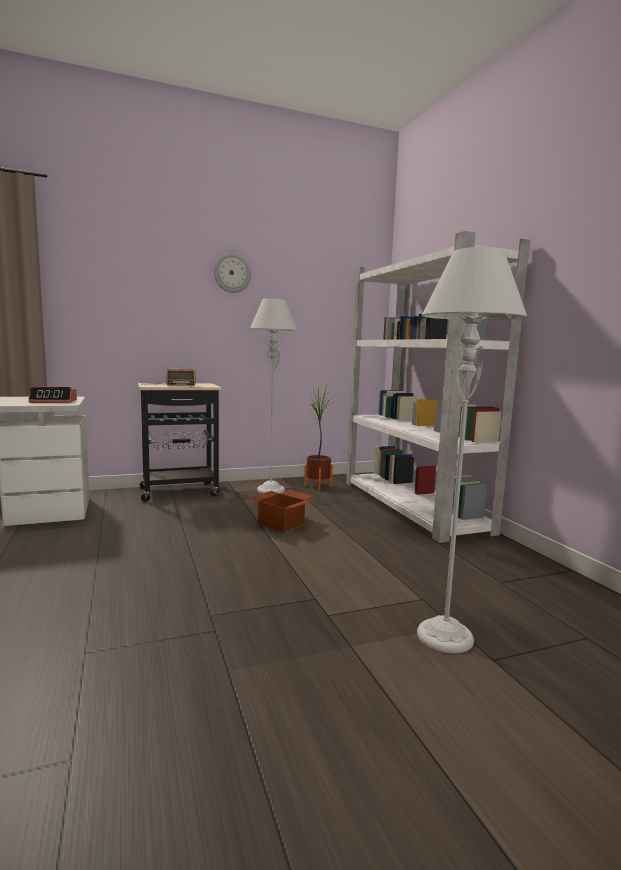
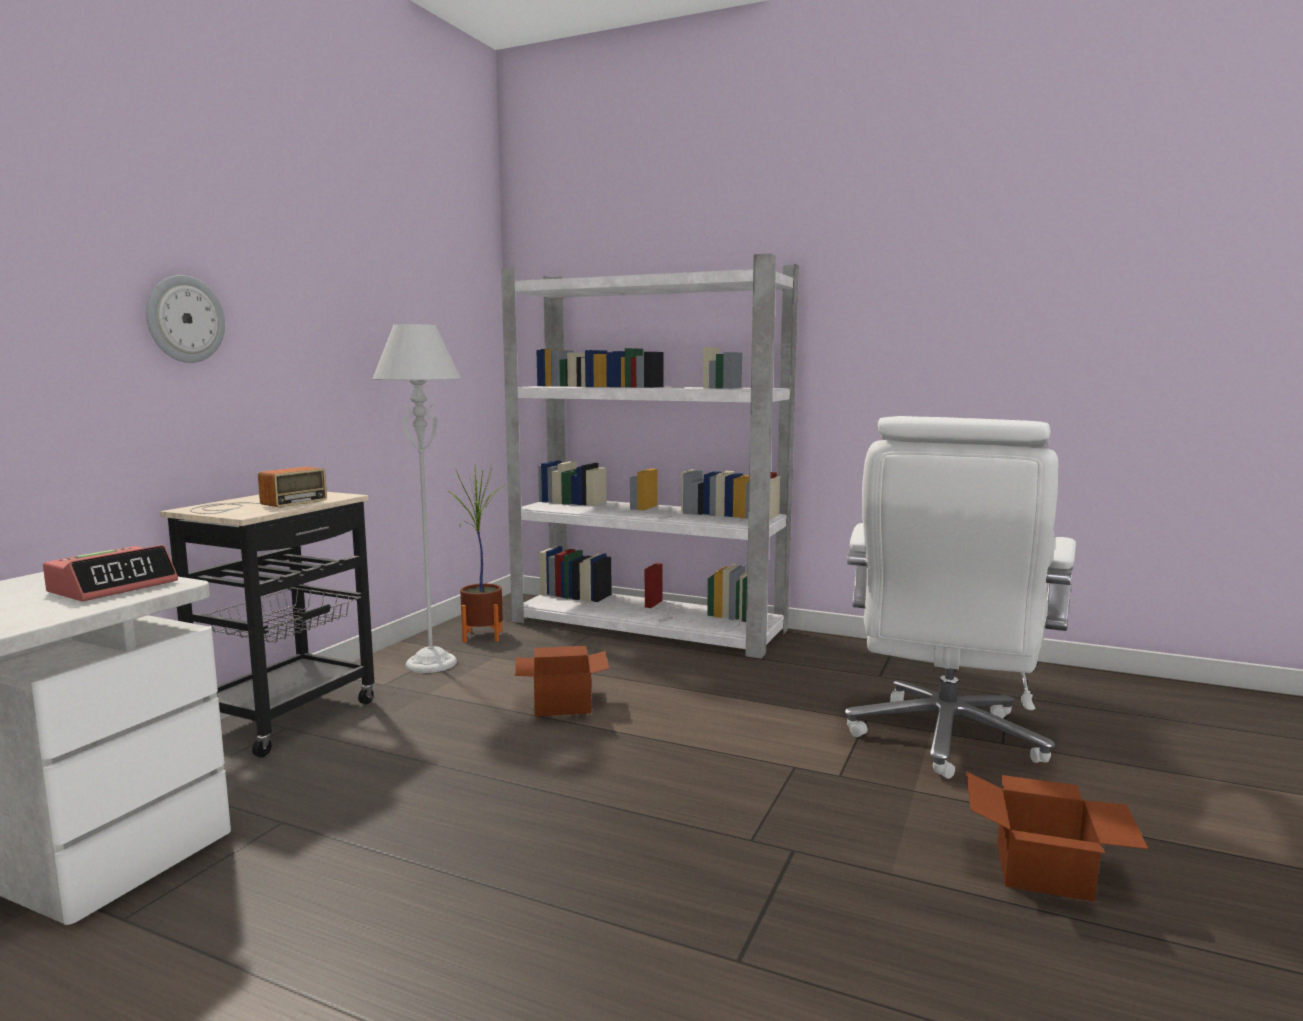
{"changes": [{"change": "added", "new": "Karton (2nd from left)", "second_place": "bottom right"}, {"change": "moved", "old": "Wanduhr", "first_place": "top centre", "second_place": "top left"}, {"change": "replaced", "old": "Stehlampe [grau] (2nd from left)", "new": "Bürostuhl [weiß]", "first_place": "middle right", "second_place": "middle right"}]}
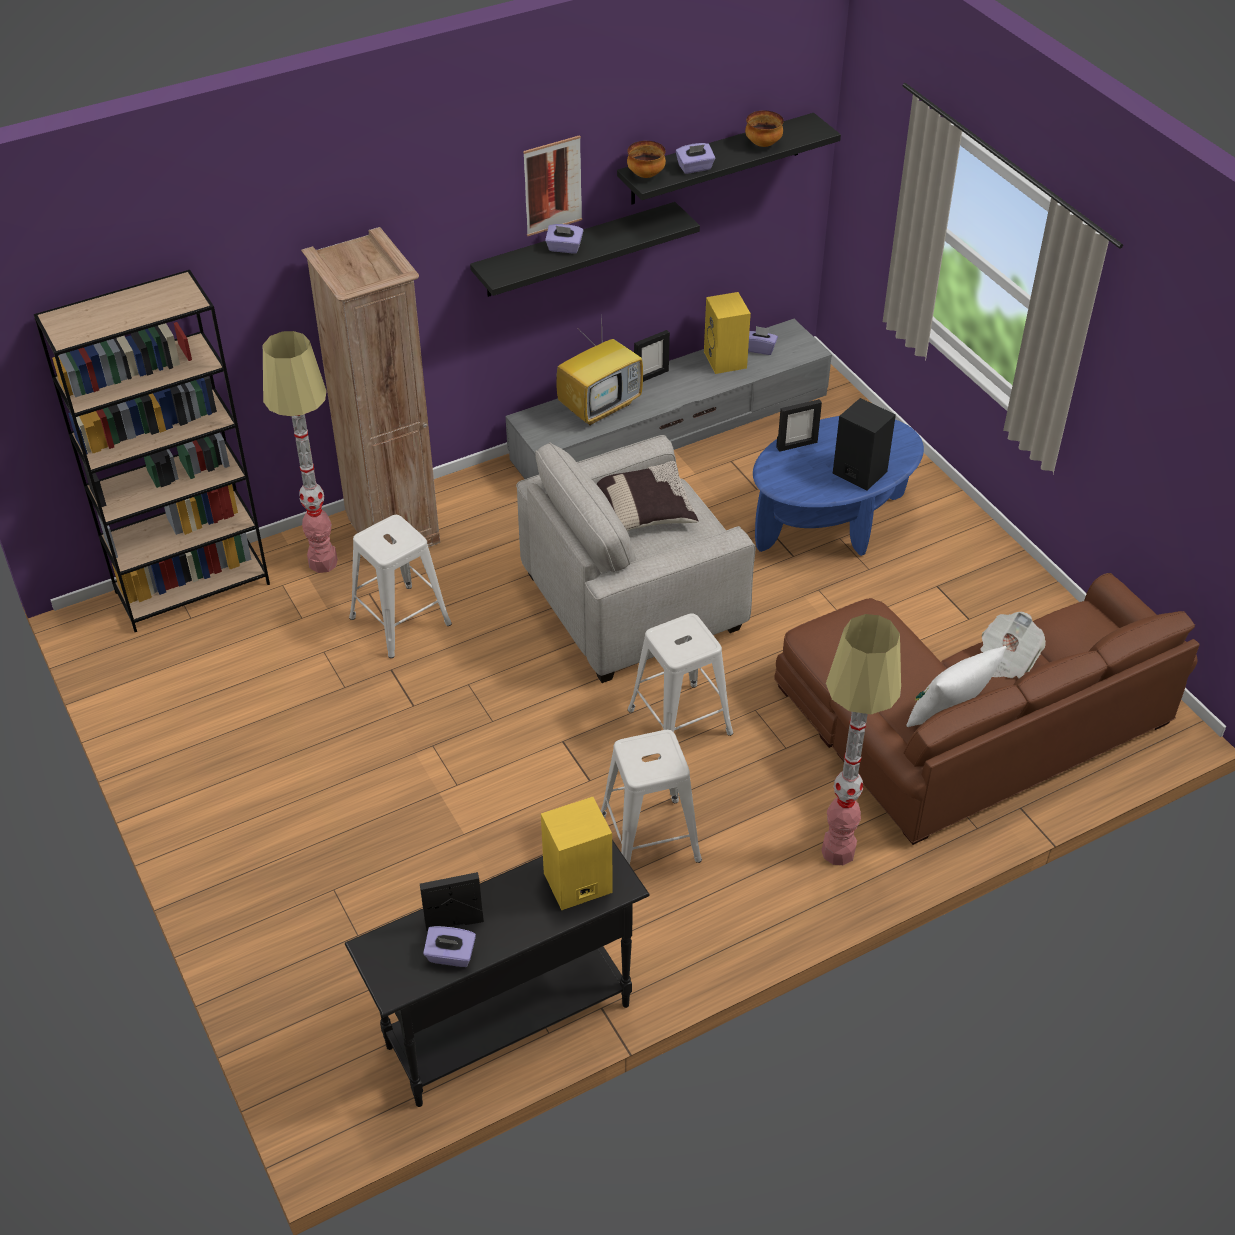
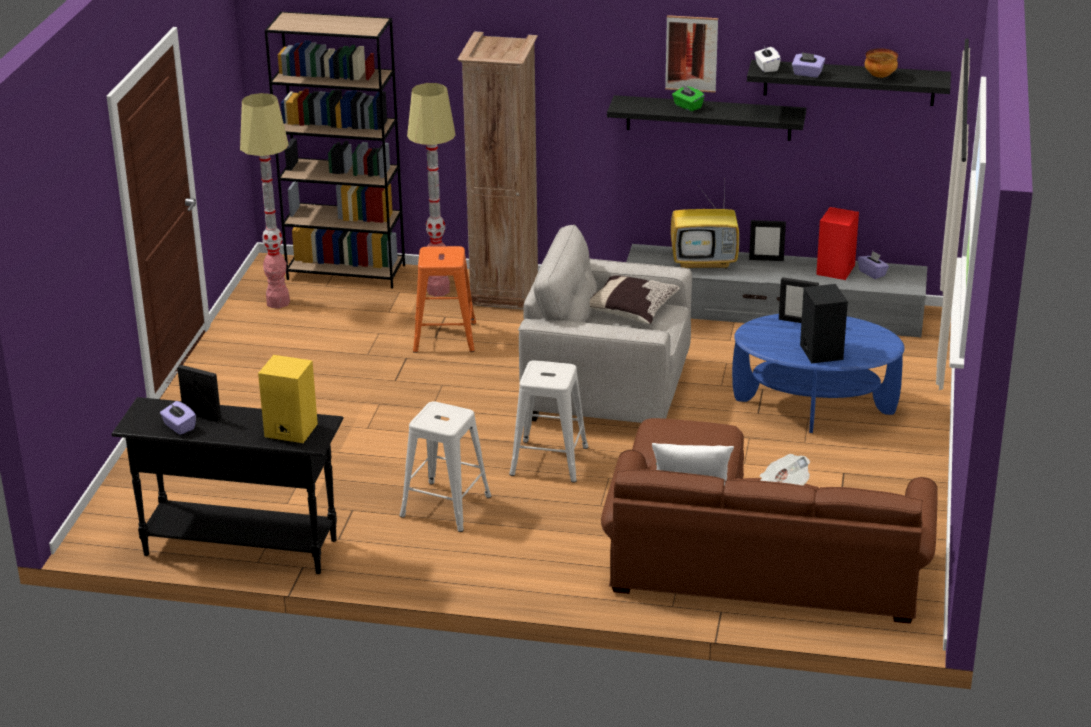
{"changes": [{"change": "moved", "old": "Stehlampe (2nd from left in the first image)", "new": "Stehlampe (1st from left)", "first_place": "middle right", "second_place": "top left"}, {"change": "replaced", "old": "Schüssel (1st from left)", "new": "Taschentuchbox [weiß]", "first_place": "top centre", "second_place": "top right"}, {"change": "recoloured", "old": "Hocker [weiß] (1st from left)", "new": "Hocker [orange]", "first_place": "middle left", "second_place": "centre"}, {"change": "recoloured", "old": "Taschentuchbox [lila] (2nd from left)", "new": "Taschentuchbox [grün]", "first_place": "top centre", "second_place": "top centre"}, {"change": "recoloured", "old": "Lautsprecher [gelb] (2nd from left)", "new": "Lautsprecher [rot]", "first_place": "top centre", "second_place": "middle right"}]}
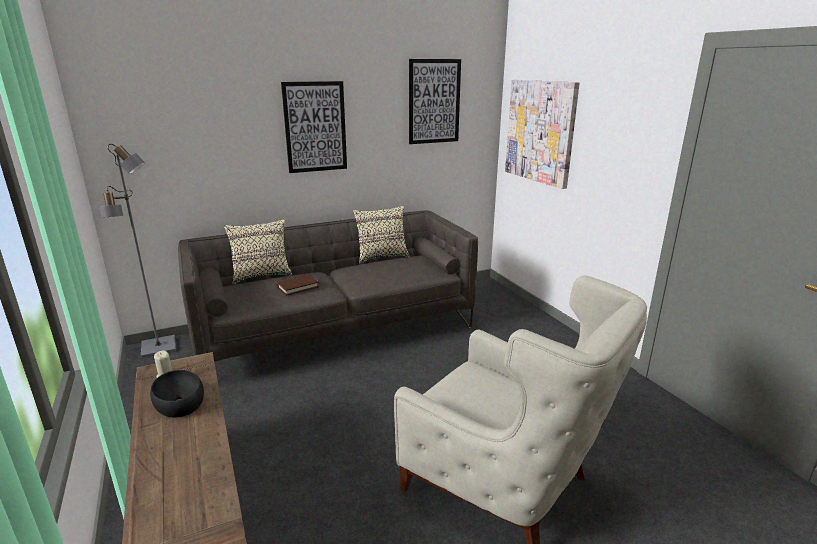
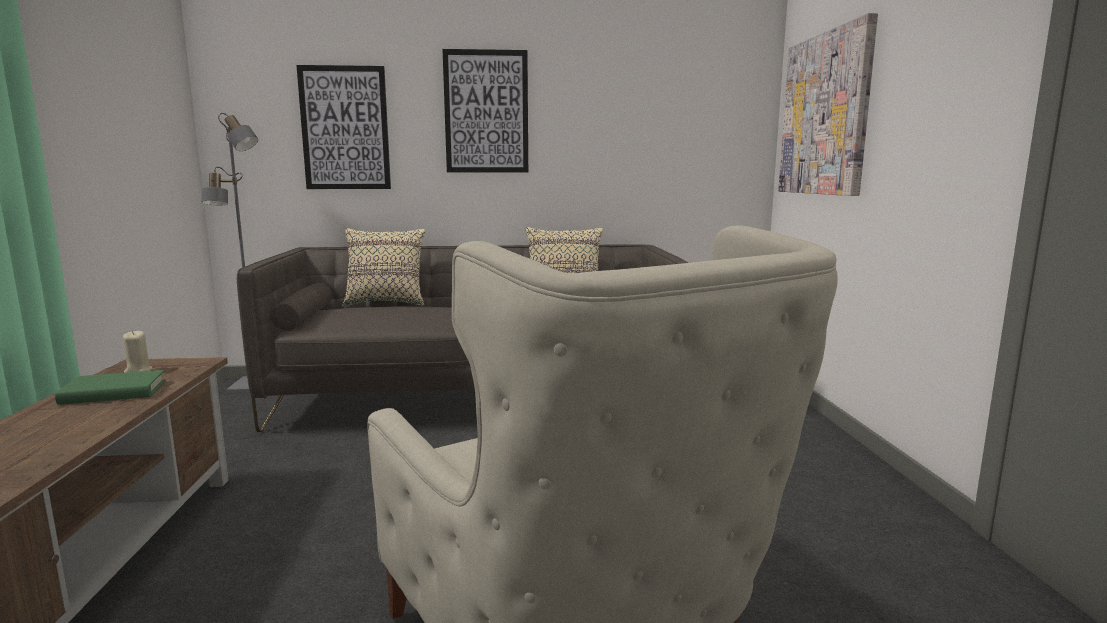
{"changes": [{"change": "removed", "old": "Buch [braun]", "first_place": "centre"}, {"change": "moved", "old": "Bild (2nd from left in the first image)", "new": "Bild (1st from left)", "first_place": "top centre", "second_place": "top left"}, {"change": "replaced", "old": "Schüssel [schwarz]", "new": "Buch [grün]", "first_place": "bottom left", "second_place": "middle left"}]}
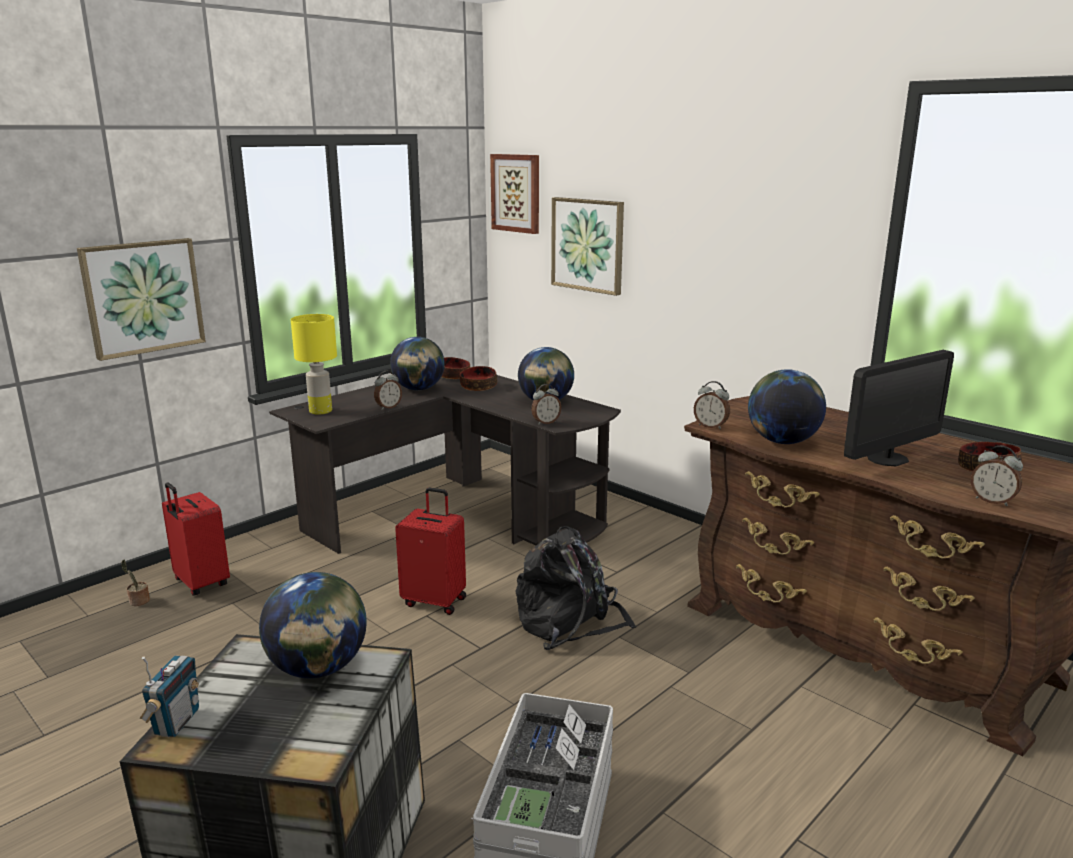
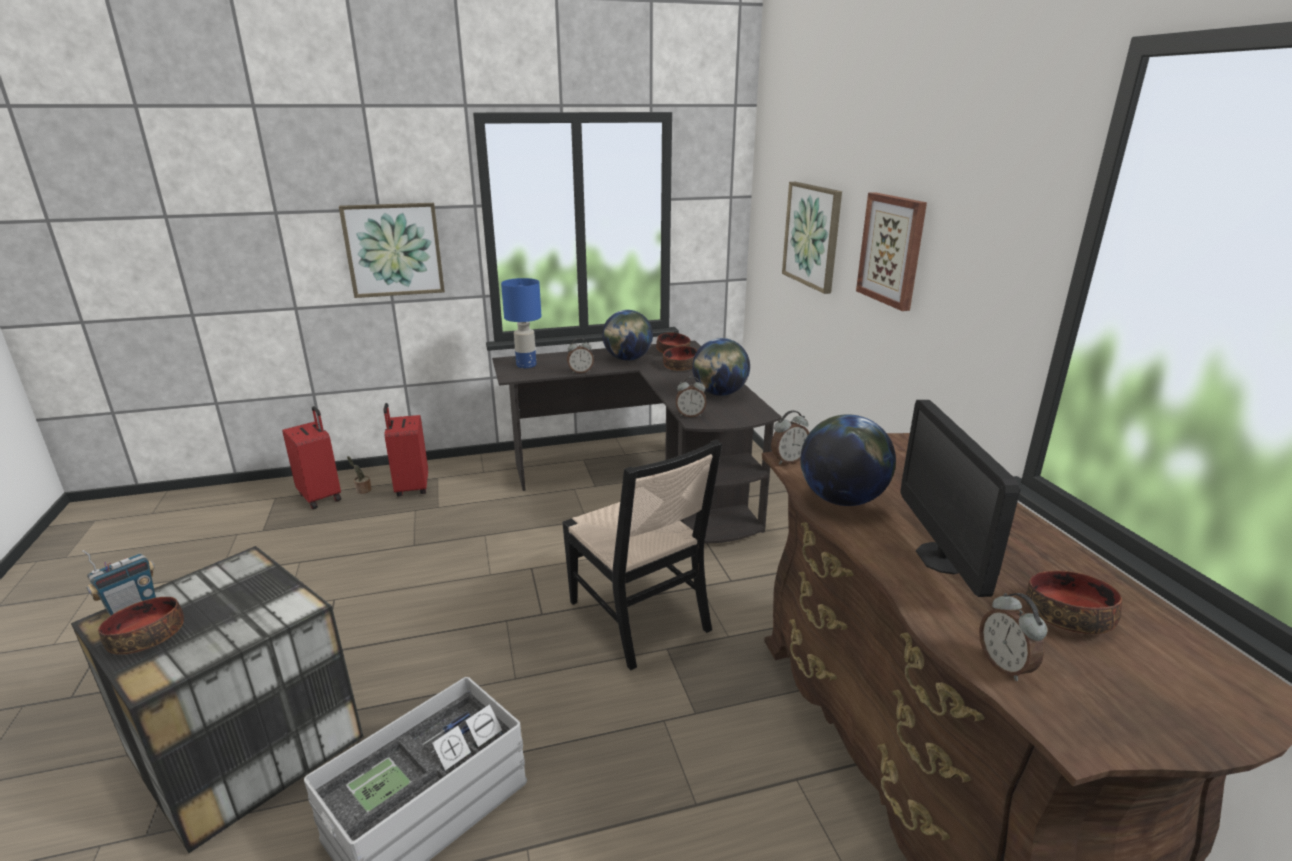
{"changes": [{"change": "removed", "old": "Globus (1st from left)", "first_place": "bottom left"}, {"change": "added", "new": "Schüssel (1st from left)", "second_place": "bottom left"}, {"change": "moved", "old": "Koffer [rot] (2nd from left in the first image)", "new": "Koffer [rot] (1st from left)", "first_place": "centre", "second_place": "middle left"}, {"change": "moved", "old": "Bild (2nd from left in the first image)", "new": "Bild (3rd from left)", "first_place": "top centre", "second_place": "top right"}, {"change": "replaced", "old": "Rucksack [schwarz]", "new": "Stuhl", "first_place": "bottom centre", "second_place": "centre"}, {"change": "recoloured", "old": "Tischlampe [gelb]", "new": "Tischlampe [blau]", "first_place": "middle left", "second_place": "centre"}, {"change": "turned", "old": "Wecker (3rd from left)", "first_place": "centre", "second_place": "centre", "degrees": -90}, {"change": "turned", "old": "Monitor", "first_place": "middle right", "second_place": "middle right", "degrees": 90}]}
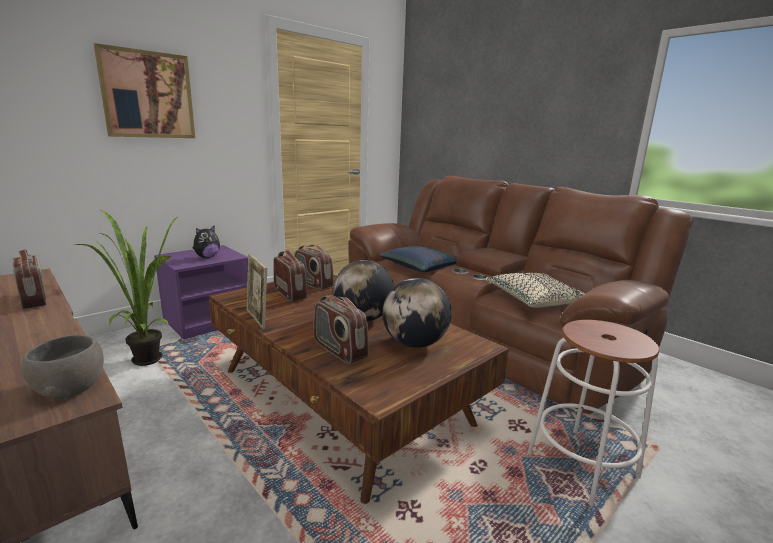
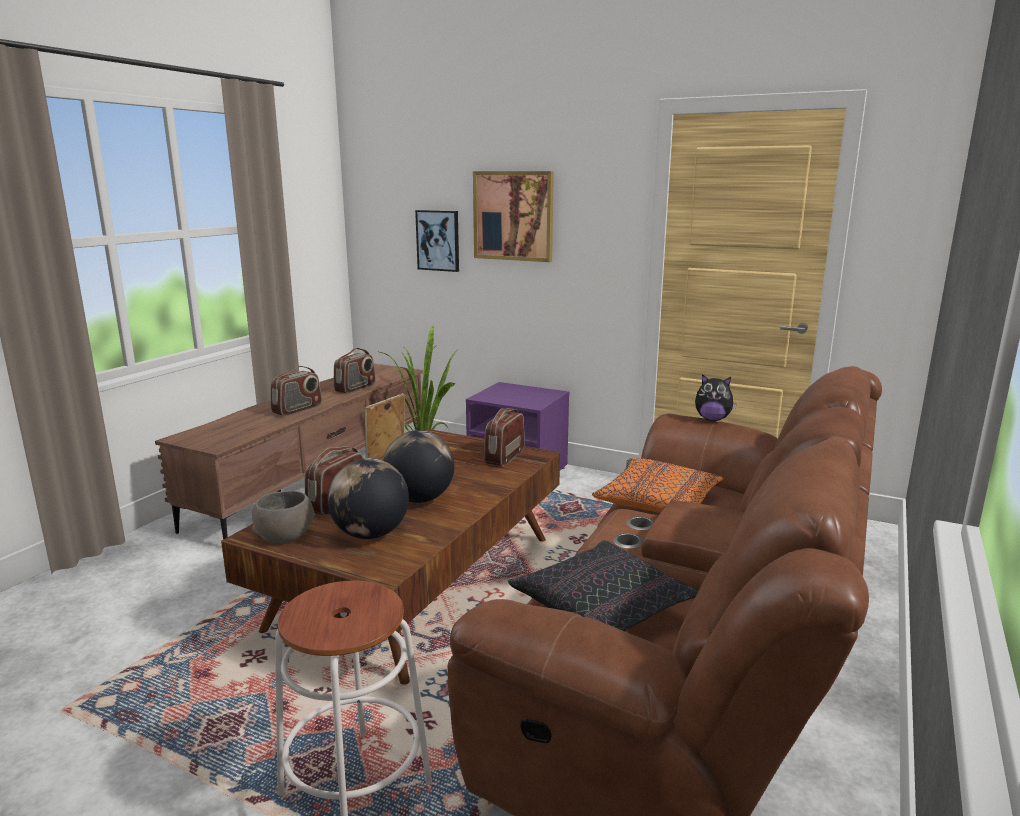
{"changes": [{"change": "added", "new": "Bild (1st from left)", "second_place": "top centre"}, {"change": "moved", "old": "Schüssel [grau]", "first_place": "bottom left", "second_place": "middle left"}, {"change": "moved", "old": "Plüschtier", "first_place": "middle left", "second_place": "middle right"}, {"change": "moved", "old": "Radio (2nd from left in the first image)", "new": "Radio (1st from left)", "first_place": "centre", "second_place": "middle left"}, {"change": "recoloured", "old": "Kissen [blau]", "new": "Kissen [orange]", "first_place": "centre", "second_place": "centre"}, {"change": "recoloured", "old": "Kissen [beige]", "new": "Kissen [schwarz]", "first_place": "middle right", "second_place": "bottom centre"}]}
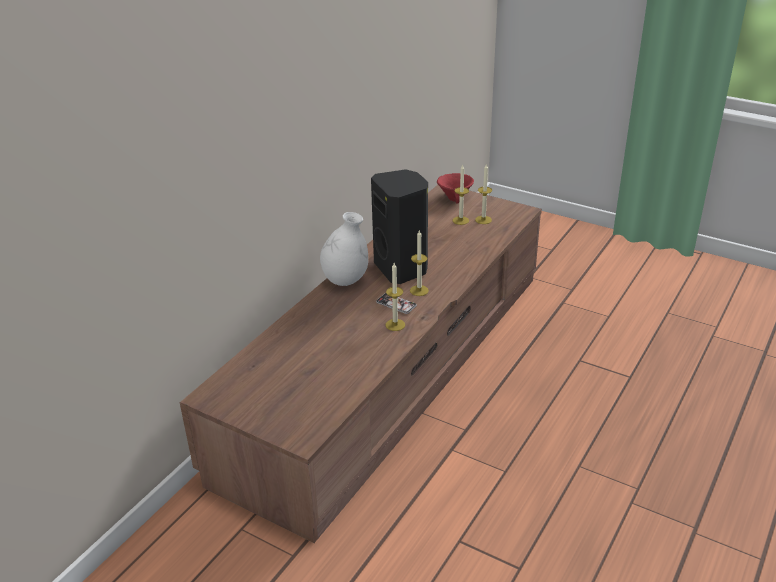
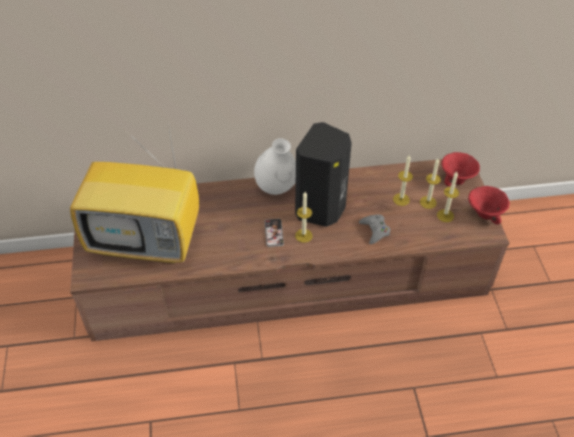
{"changes": [{"change": "added", "new": "Fernseher", "second_place": "middle left"}, {"change": "added", "new": "Gamepad [grau]", "second_place": "centre"}, {"change": "added", "new": "Schüssel [rot] (2nd from left)", "second_place": "middle right"}, {"change": "moved", "old": "Kerze (1st from left in the first image)", "new": "Kerze (2nd from left)", "first_place": "centre", "second_place": "middle right"}]}
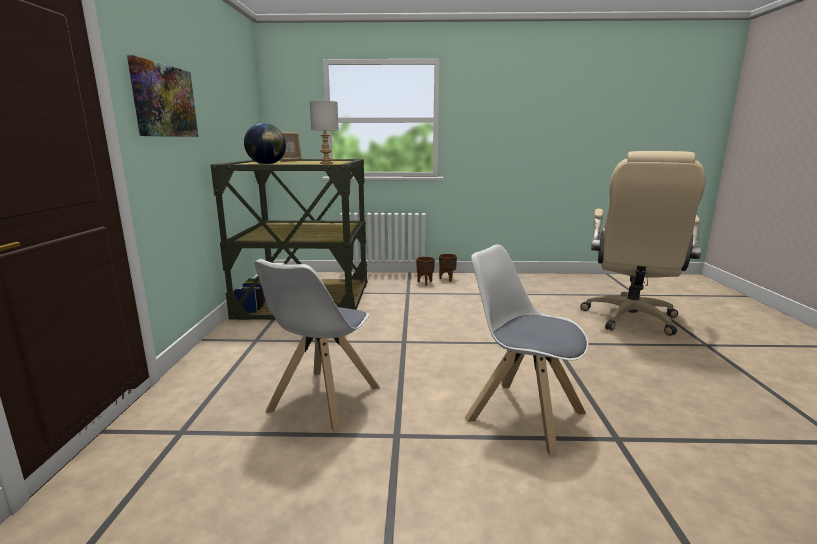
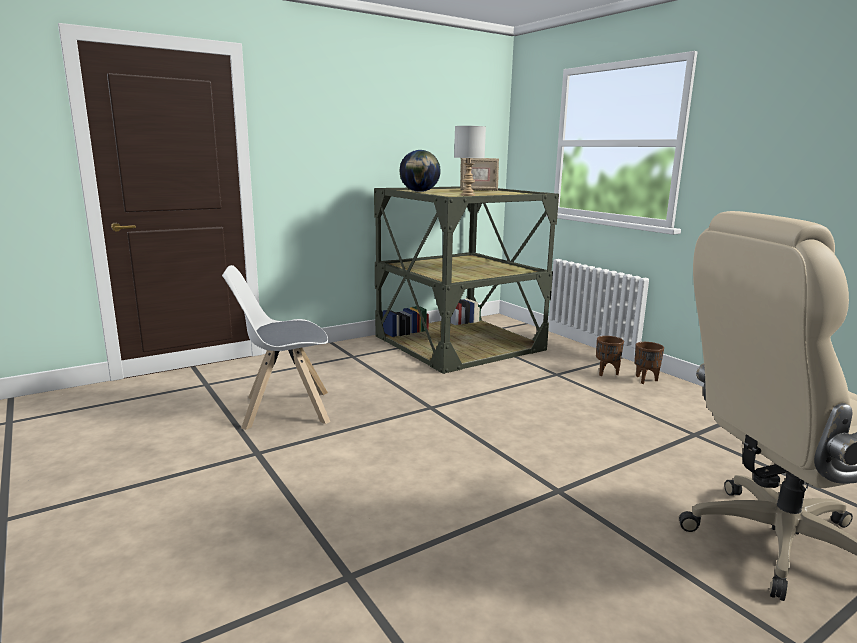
{"changes": [{"change": "removed", "old": "Bild", "first_place": "top left"}, {"change": "removed", "old": "Stuhl (2nd from left)", "first_place": "centre"}]}
